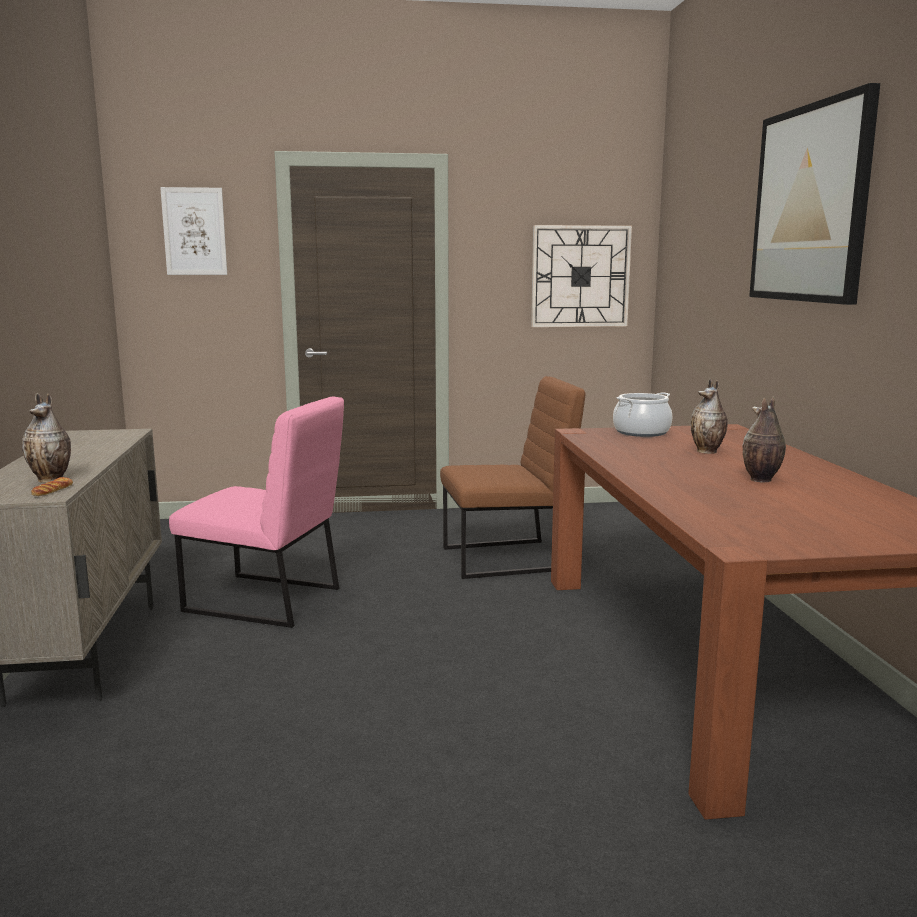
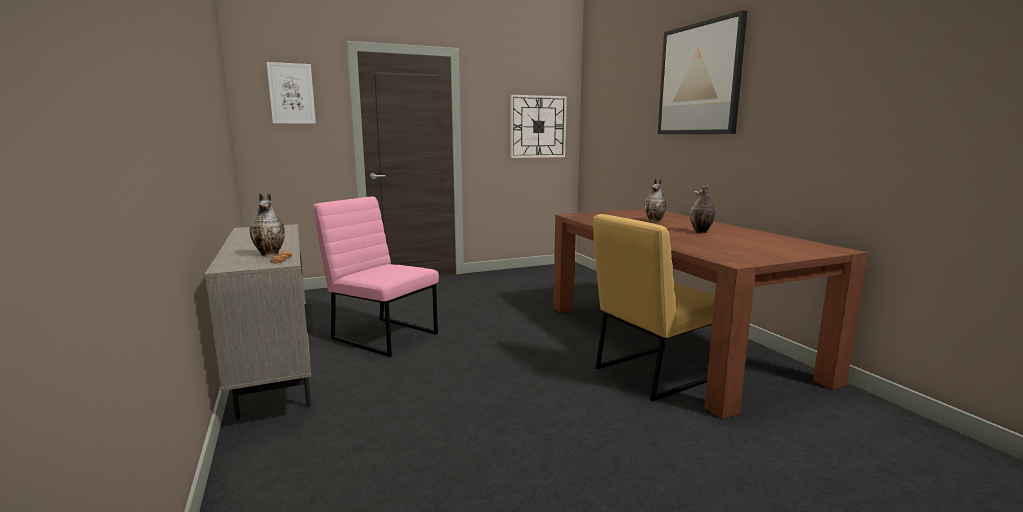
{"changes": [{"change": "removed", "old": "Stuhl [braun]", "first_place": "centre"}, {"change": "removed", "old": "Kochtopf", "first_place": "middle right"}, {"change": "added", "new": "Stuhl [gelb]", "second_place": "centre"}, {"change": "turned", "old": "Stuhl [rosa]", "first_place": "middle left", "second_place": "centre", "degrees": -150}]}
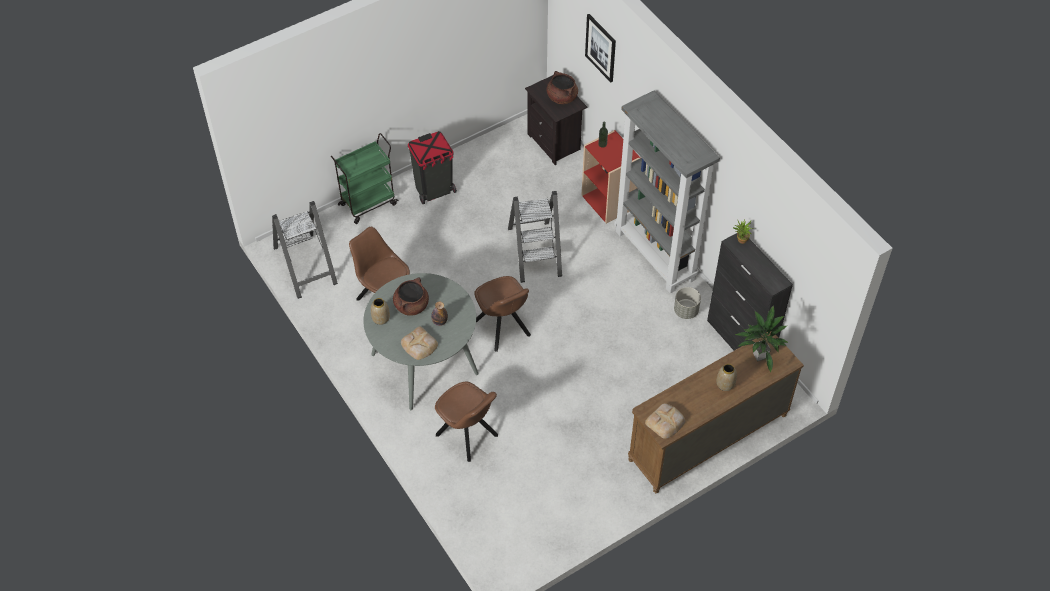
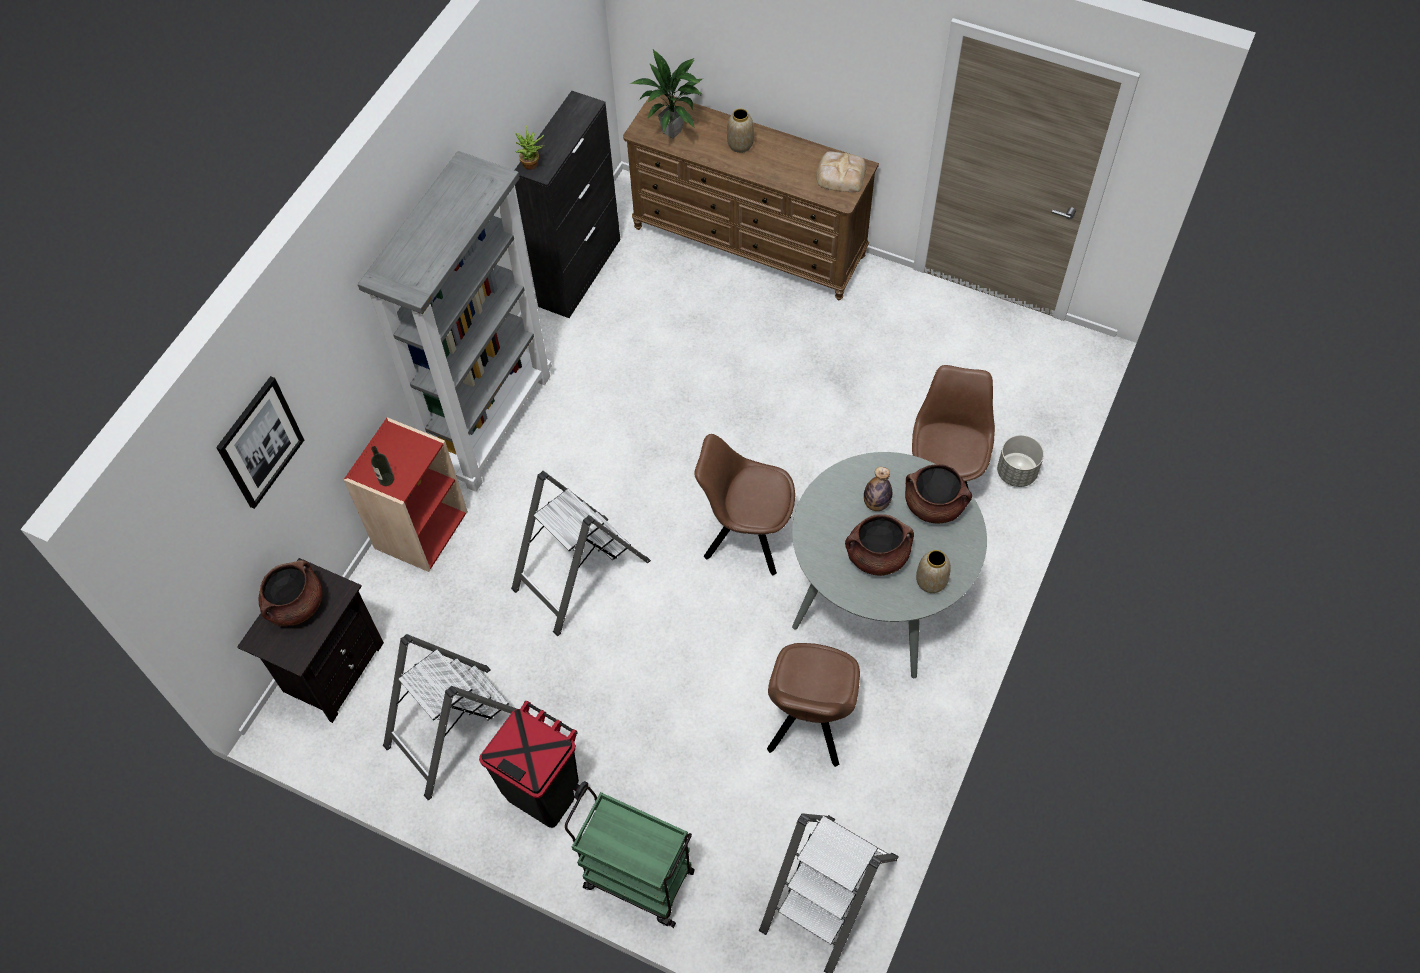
{"changes": [{"change": "added", "new": "Trittleiter [grau] (1st from left)", "second_place": "bottom left"}, {"change": "moved", "old": "Pflanzkübel [grau]", "first_place": "centre", "second_place": "middle right"}, {"change": "replaced", "old": "Brot (1st from left)", "new": "Kochtopf [braun] (3rd from left)", "first_place": "centre", "second_place": "centre"}, {"change": "turned", "old": "Stuhl [braun] (3rd from left in the first image)", "first_place": "centre", "second_place": "centre", "degrees": -105}]}
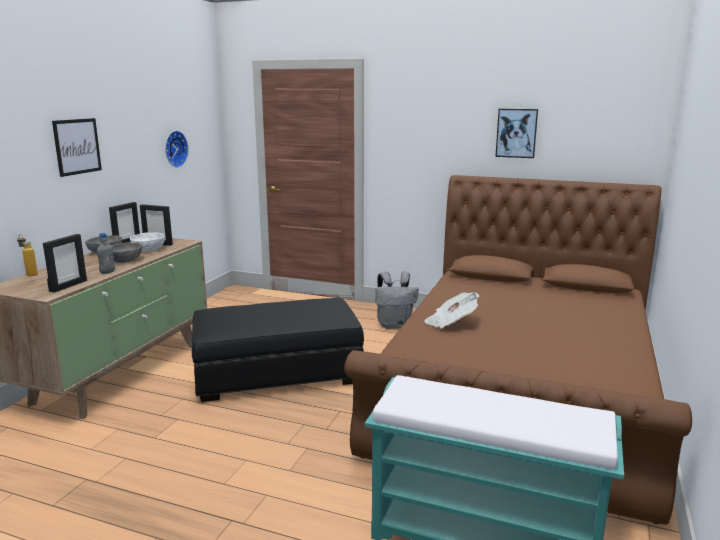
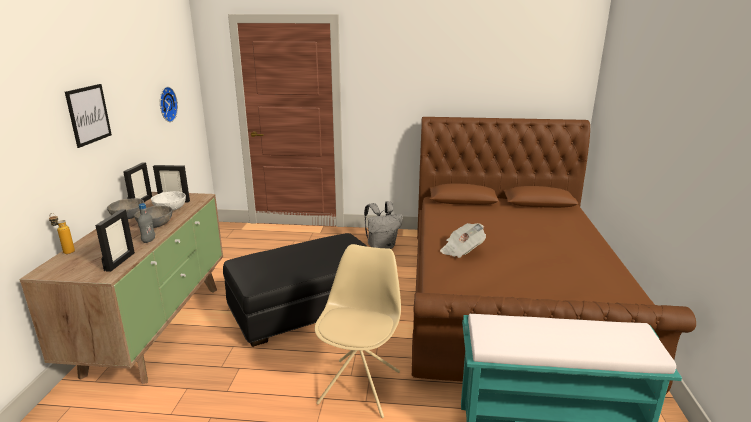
{"changes": [{"change": "removed", "old": "Bild (2nd from left)", "first_place": "top right"}, {"change": "added", "new": "Stuhl [beige]", "second_place": "bottom centre"}]}
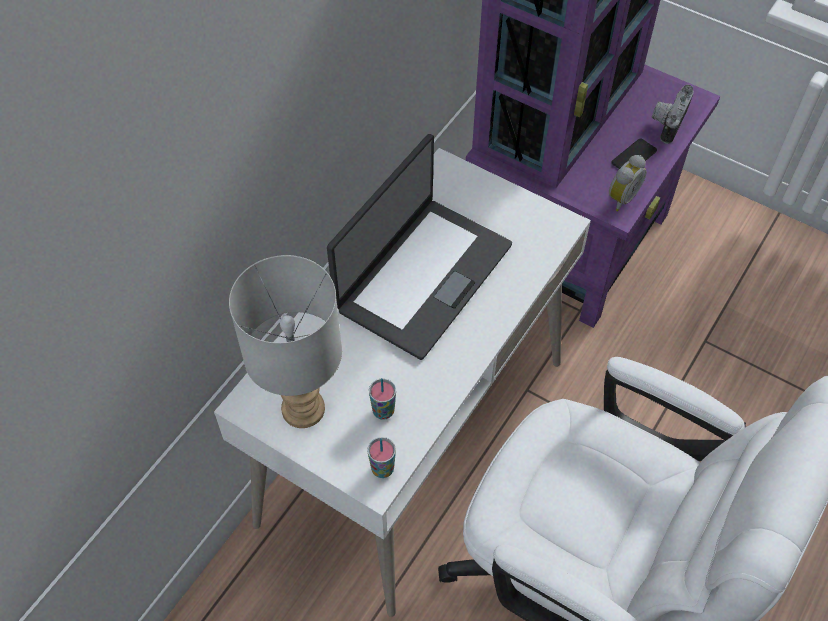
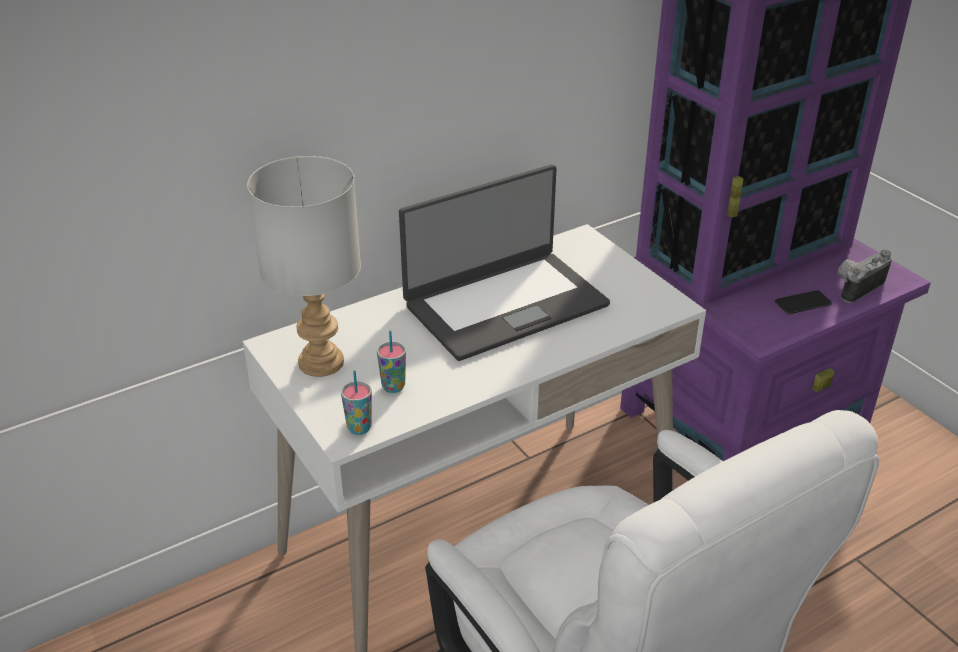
{"changes": [{"change": "removed", "old": "Wecker", "first_place": "top right"}]}
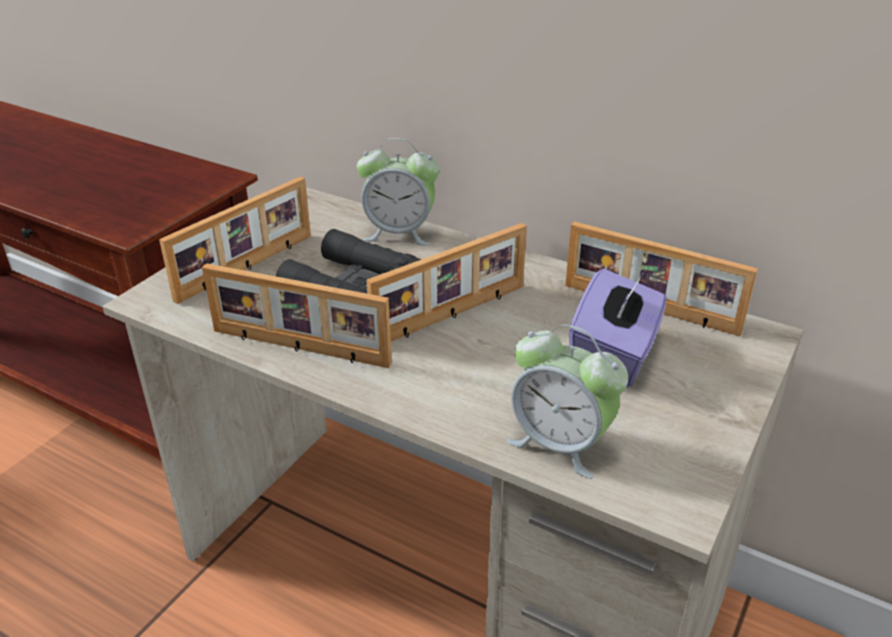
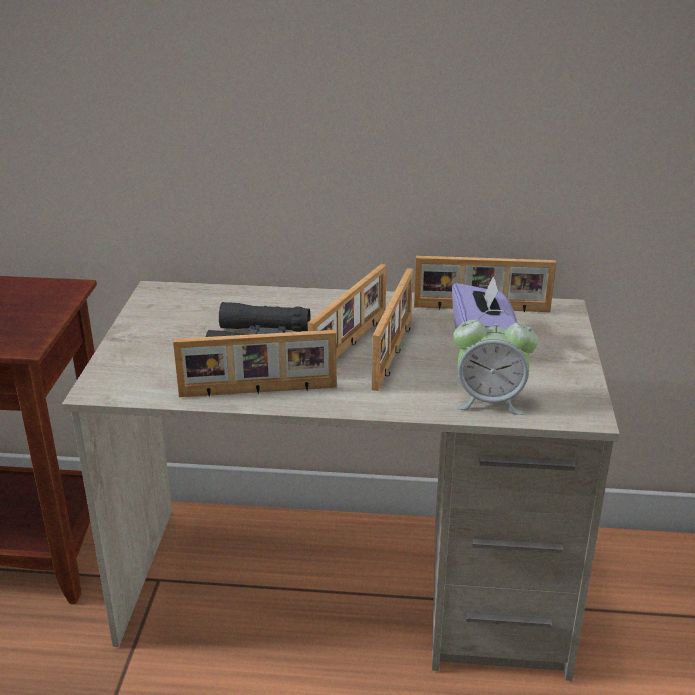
{"changes": [{"change": "removed", "old": "Wecker (1st from left)", "first_place": "top centre"}, {"change": "moved", "old": "Bilderrahmen (1st from left in the first image)", "new": "Bilderrahmen (3rd from left)", "first_place": "middle left", "second_place": "centre"}]}
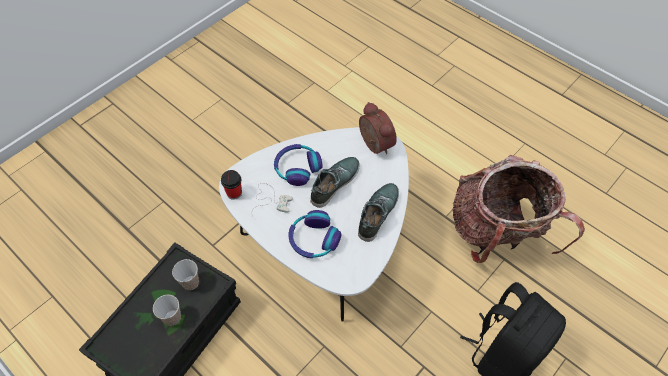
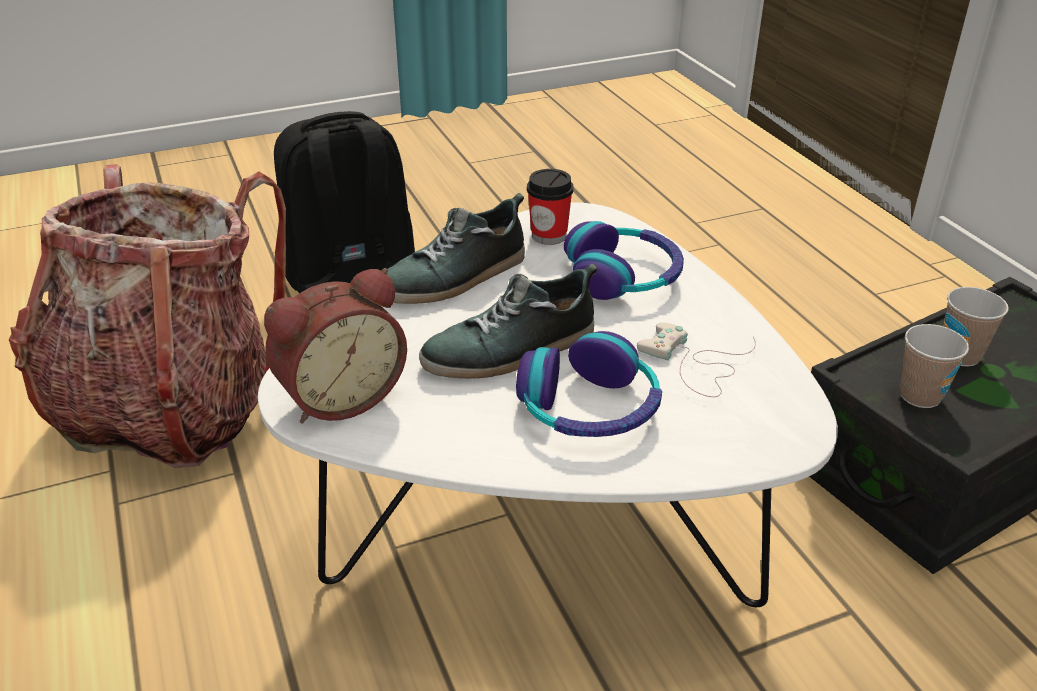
{"changes": [{"change": "moved", "old": "Tasse (3rd from left in the first image)", "new": "Tasse (1st from left)", "first_place": "centre", "second_place": "top centre"}, {"change": "turned", "old": "Wecker", "first_place": "centre", "second_place": "middle left", "degrees": -120}]}
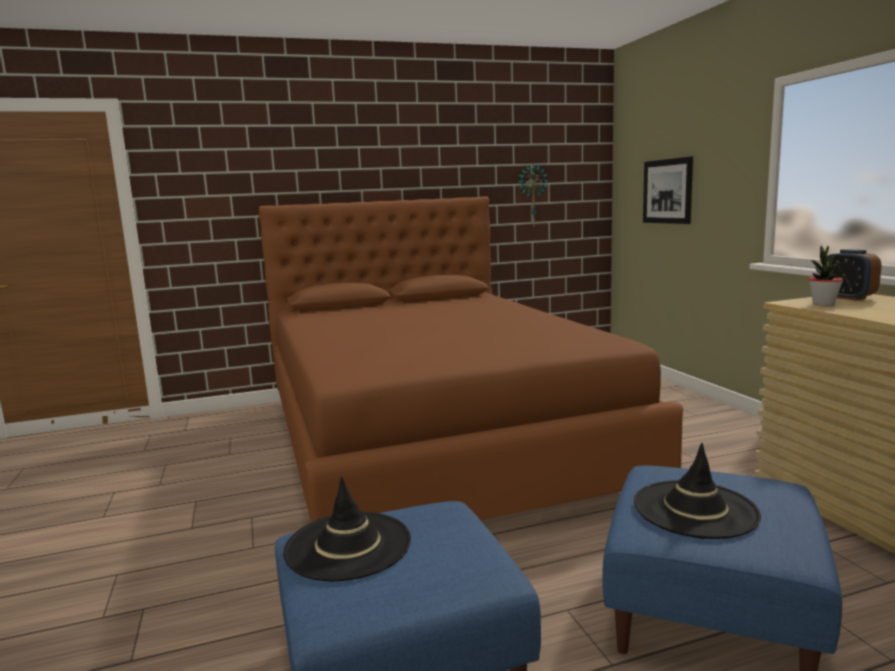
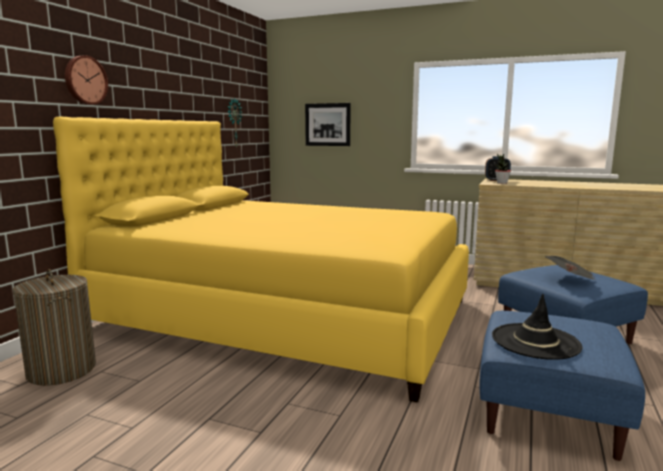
{"changes": [{"change": "added", "new": "Wäschekorb", "second_place": "bottom left"}, {"change": "added", "new": "Wanduhr (1st from left)", "second_place": "top left"}, {"change": "replaced", "old": "Hut [schwarz] (2nd from left)", "new": "Zeitung", "first_place": "bottom right", "second_place": "middle right"}, {"change": "recoloured", "old": "Bett [braun]", "new": "Bett [gelb]", "first_place": "centre", "second_place": "centre"}]}
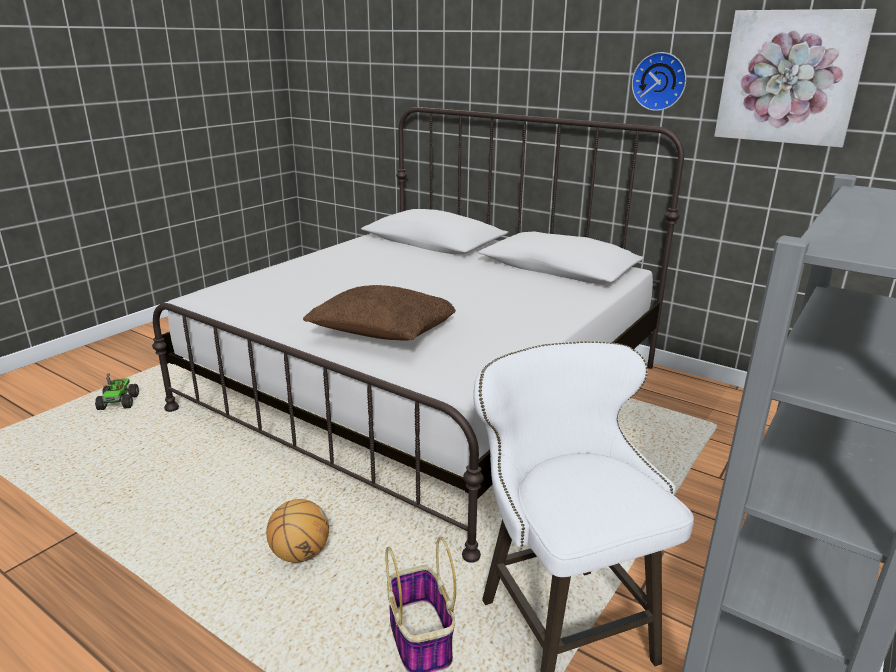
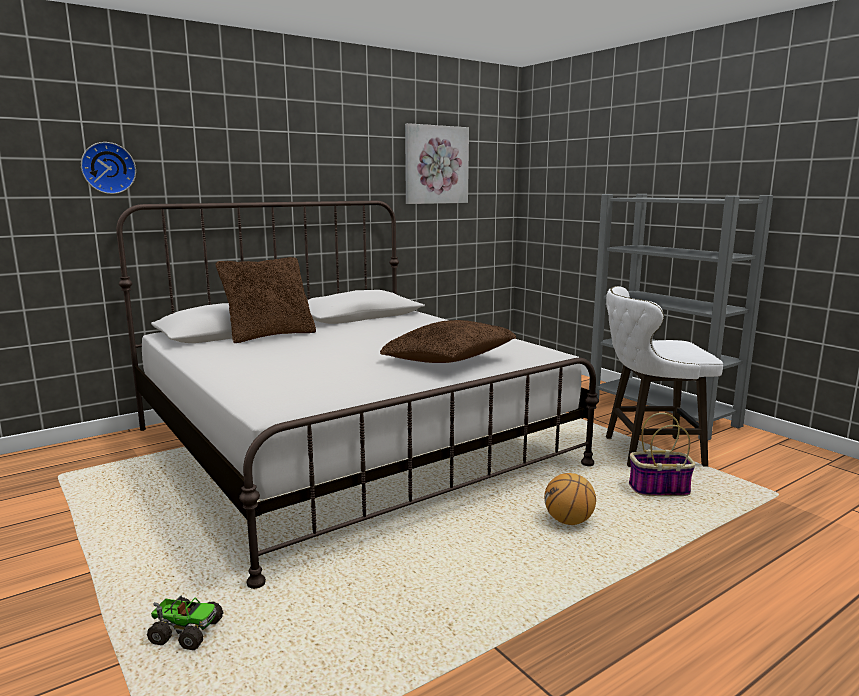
{"changes": [{"change": "added", "new": "Kissen [braun] (1st from left)", "second_place": "middle left"}, {"change": "moved", "old": "Wanduhr", "first_place": "top right", "second_place": "top left"}]}
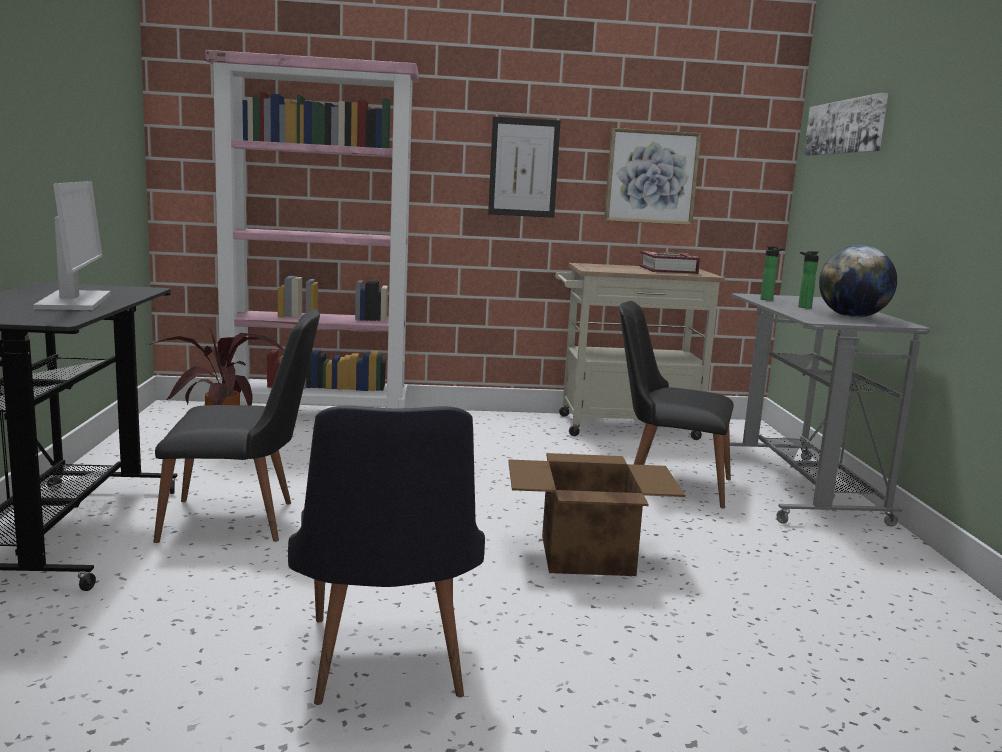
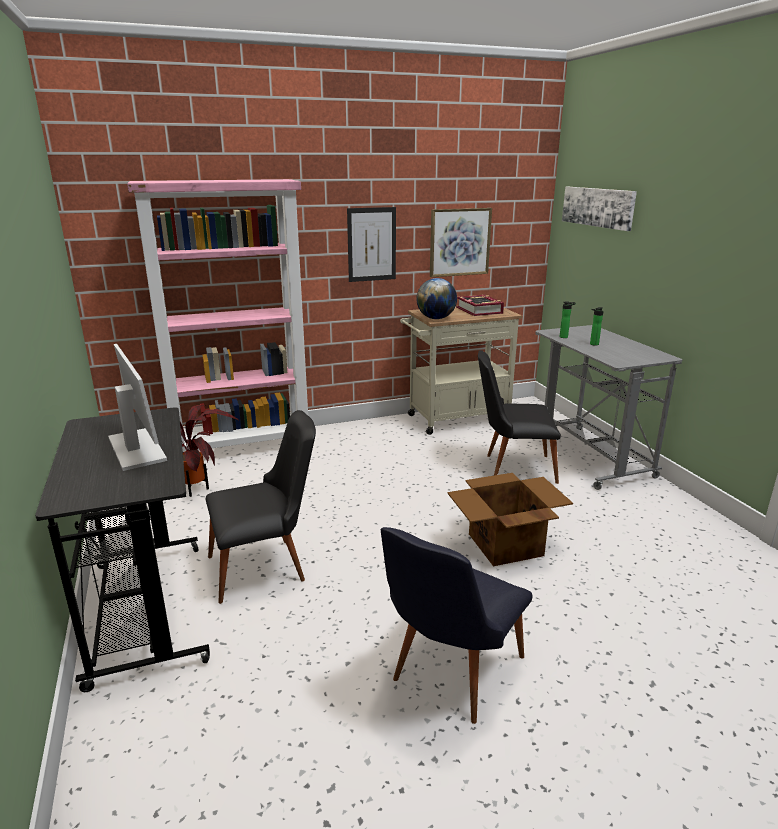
{"changes": [{"change": "moved", "old": "Globus", "first_place": "middle right", "second_place": "centre"}, {"change": "turned", "old": "Stuhl [schwarz] (2nd from left)", "first_place": "bottom centre", "second_place": "bottom centre", "degrees": 60}]}
